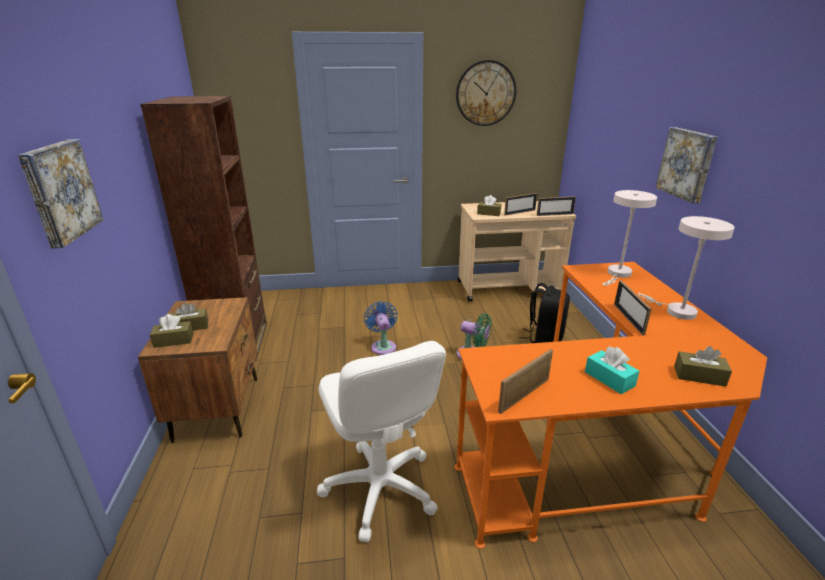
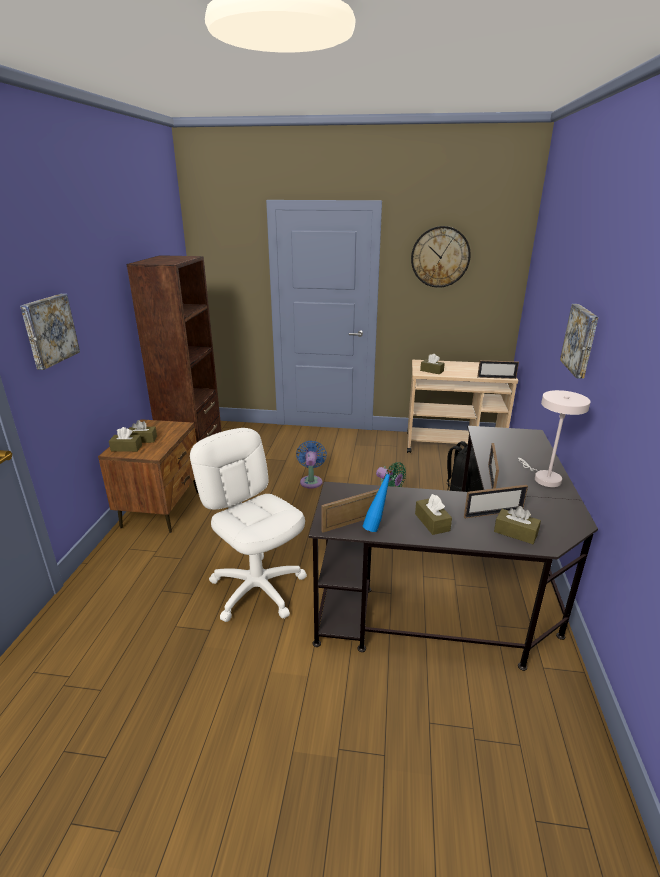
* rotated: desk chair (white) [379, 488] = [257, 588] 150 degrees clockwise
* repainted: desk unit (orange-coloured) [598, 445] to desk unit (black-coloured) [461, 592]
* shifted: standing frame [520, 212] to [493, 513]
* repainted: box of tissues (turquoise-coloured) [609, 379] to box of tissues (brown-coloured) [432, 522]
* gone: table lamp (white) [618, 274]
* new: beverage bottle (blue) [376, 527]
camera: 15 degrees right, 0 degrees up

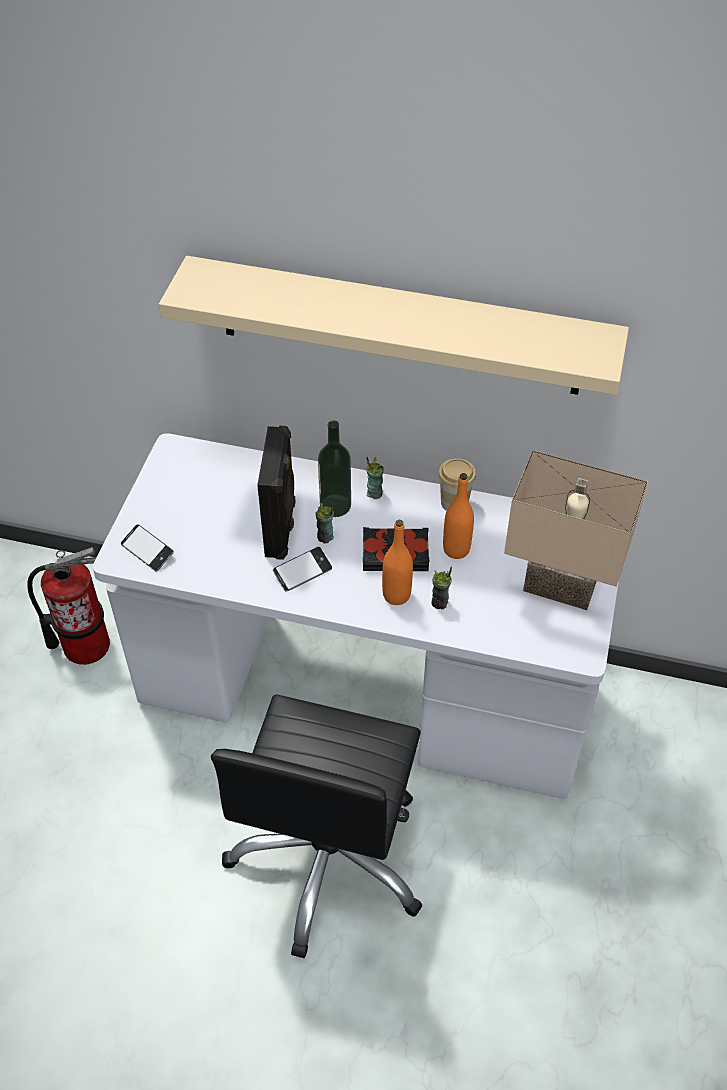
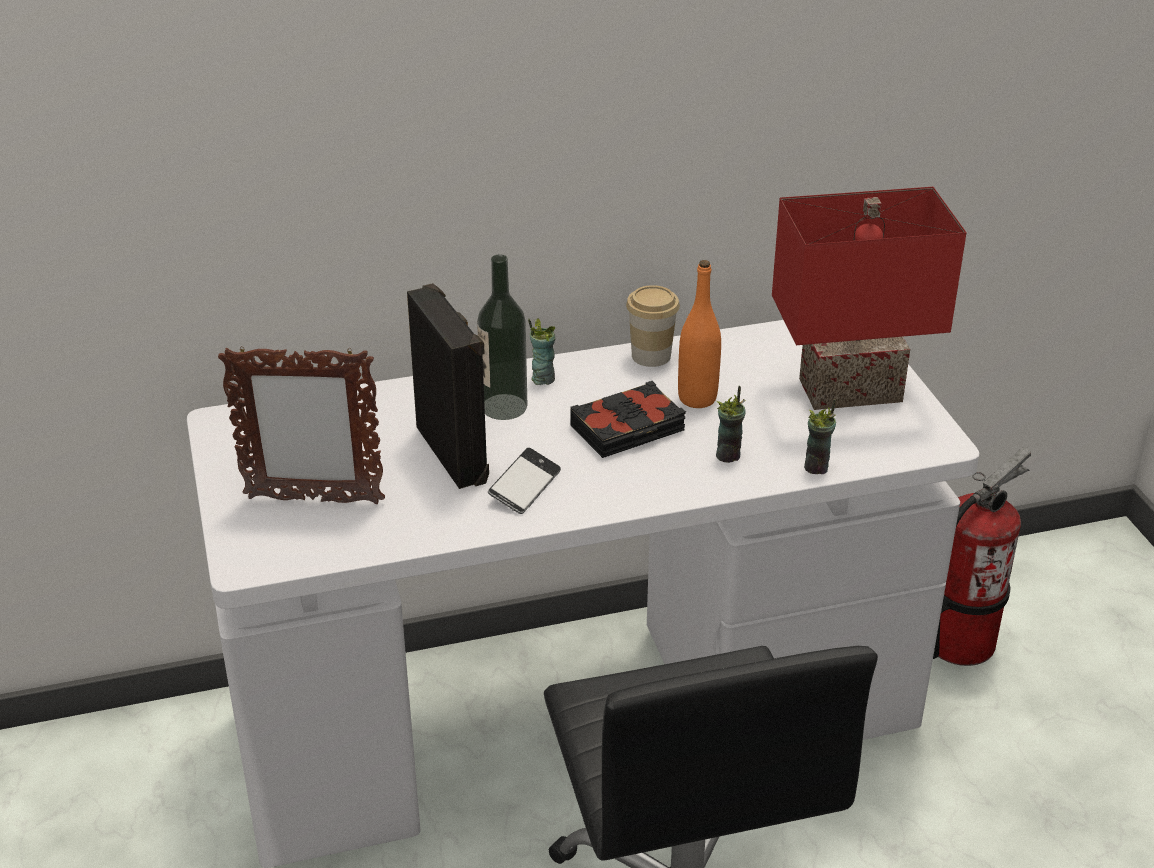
* shifted: fire extinguisher [86, 645] to [958, 642]
* gone: handset [147, 551]
* gone: wall shelf (beige-coloured) [399, 326]
* shifted: drinking cup [325, 537] to [817, 467]
* gone: beverage bottle (orange-coloured) [396, 595]
* repainted: table lamp (beige-coloured) [558, 588] to table lamp (reddish) [850, 393]
* new: standing frame [313, 500]
camera: 30 degrees left, 15 degrees down

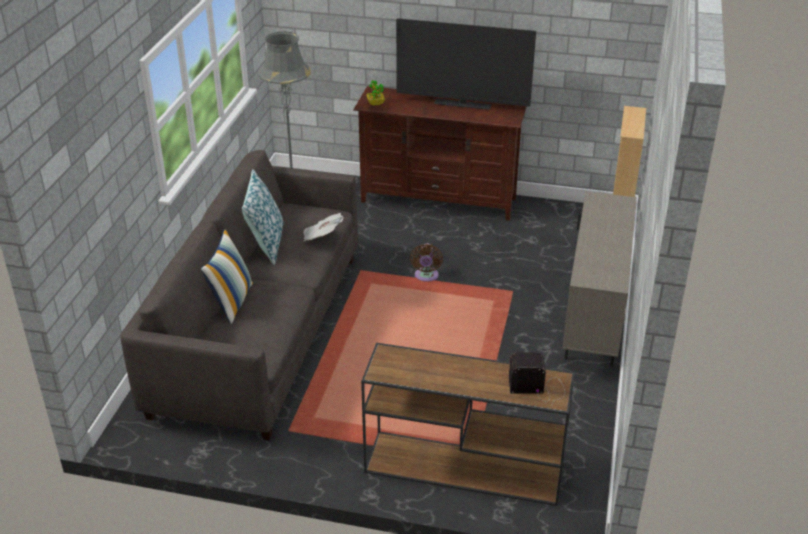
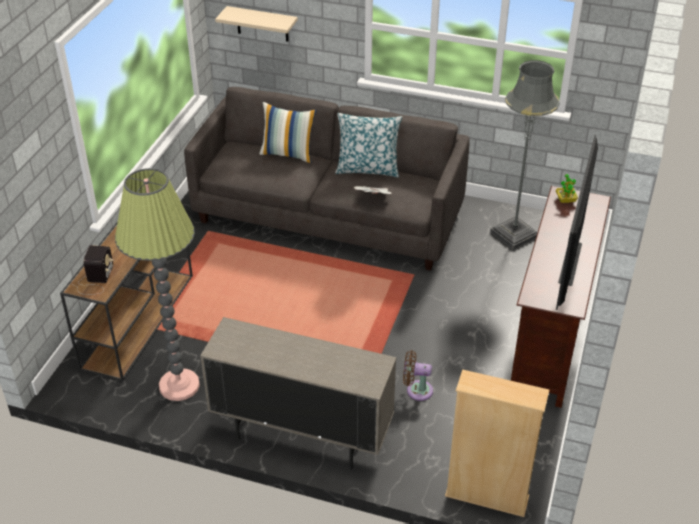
* shifted: cooling fan (brown-coloured) [426, 277] to [416, 390]
* new: standard lamp [179, 385]
* new: wall shelf (beige-coloured) [262, 24]
camera: 95 degrees right, 5 degrees up

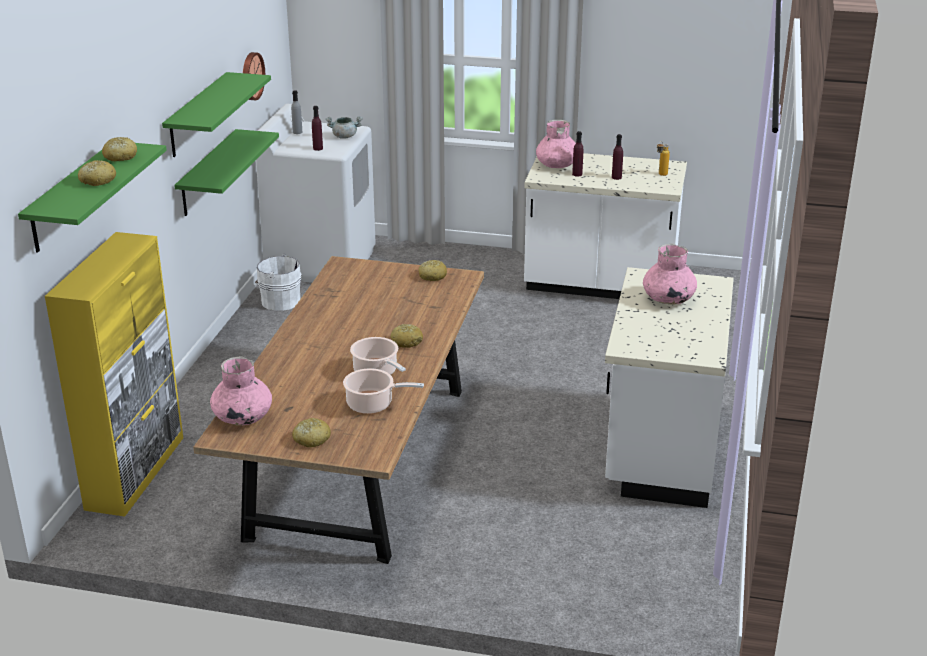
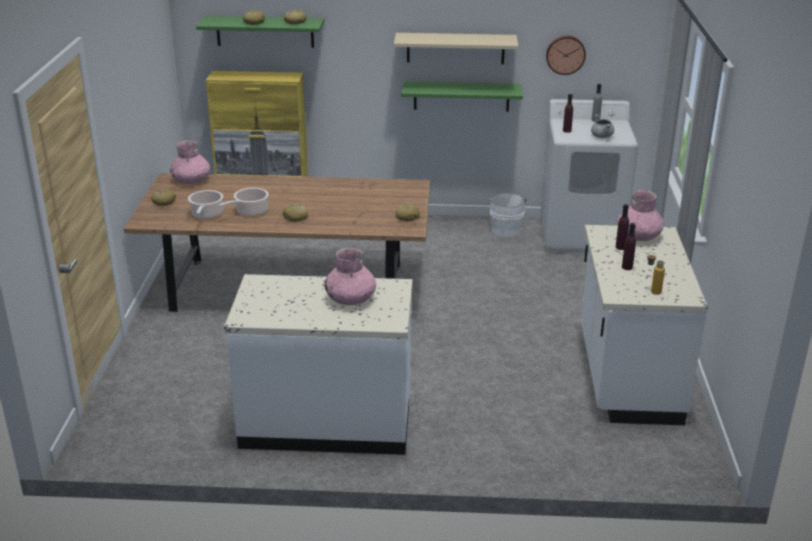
* repainted: wall shelf (greenish) [197, 115] to wall shelf (beige-coloured) [455, 48]
camera: 80 degrees right, 0 degrees up

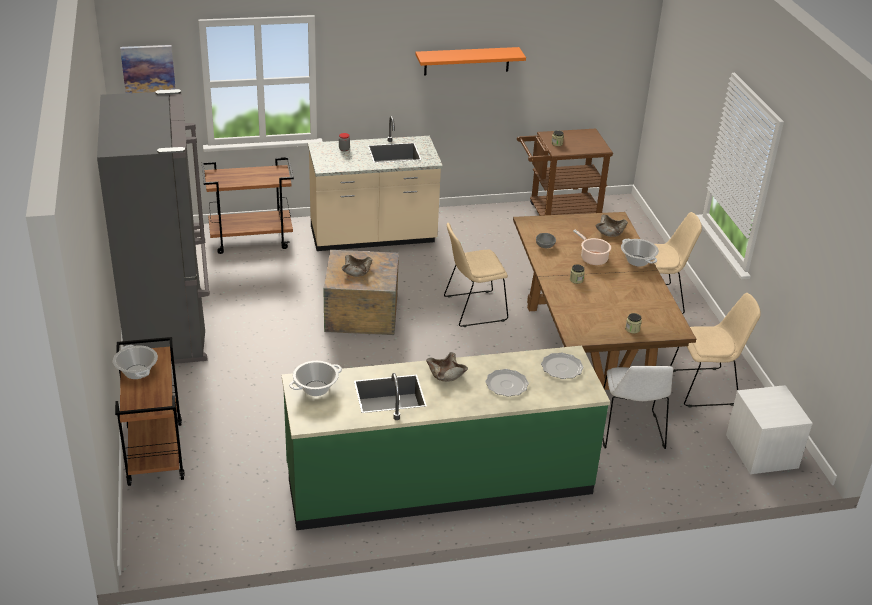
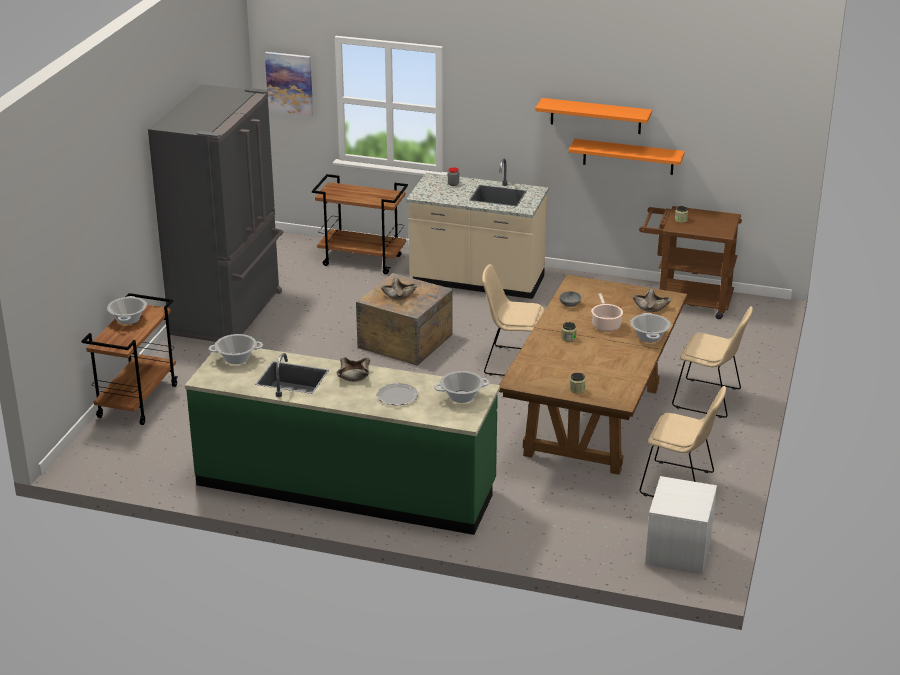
* swapped: plate [562, 367] to saucepot [461, 396]
* gone: plain chair (white) [630, 433]
* new: wall shelf (orange-coloured) [628, 157]
camera: 30 degrees right, 5 degrees down

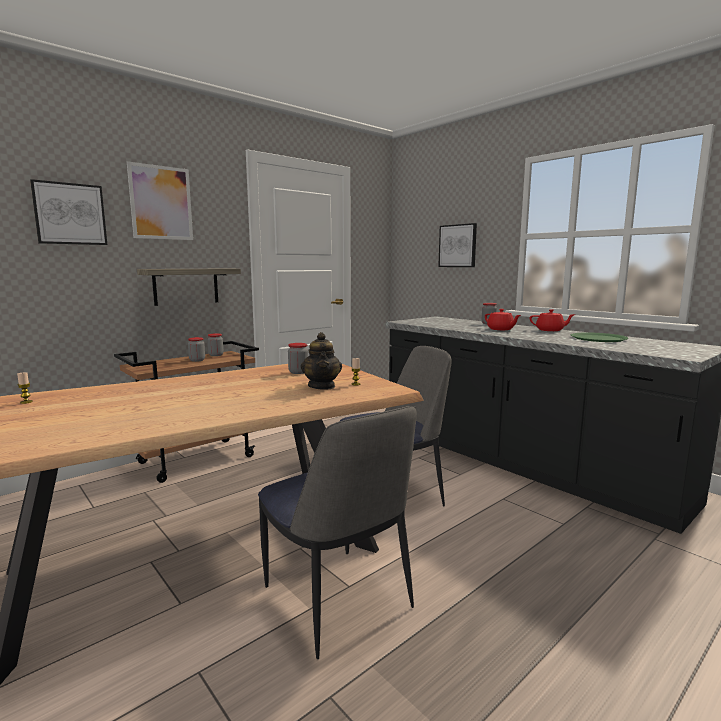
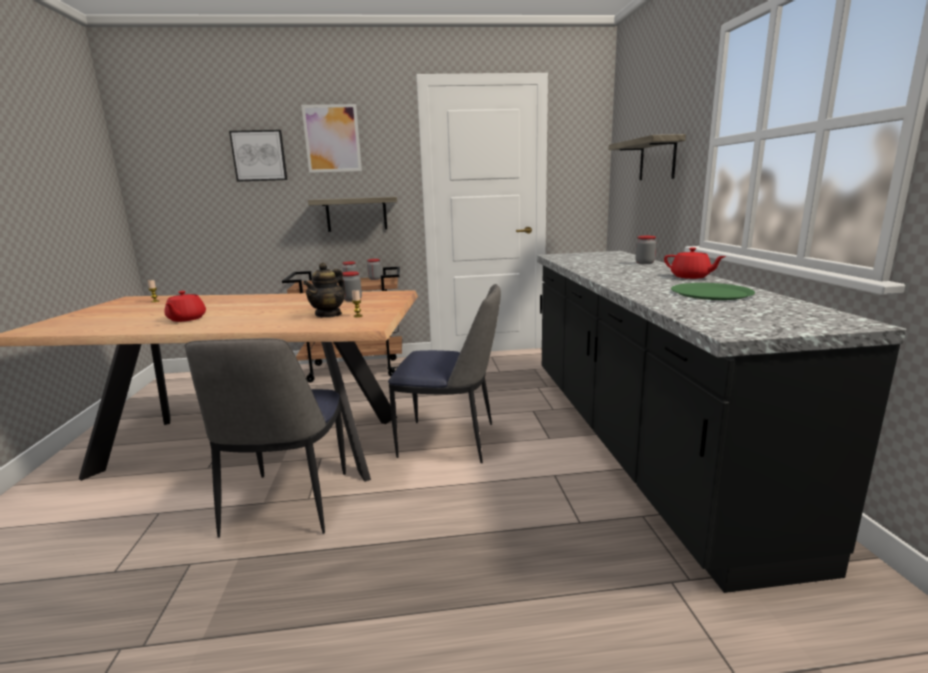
* swapped: picture [458, 246] to wall shelf [657, 159]
* shifted: tea pot (reddish) [500, 329] to [186, 319]
camera: 35 degrees right, 5 degrees up

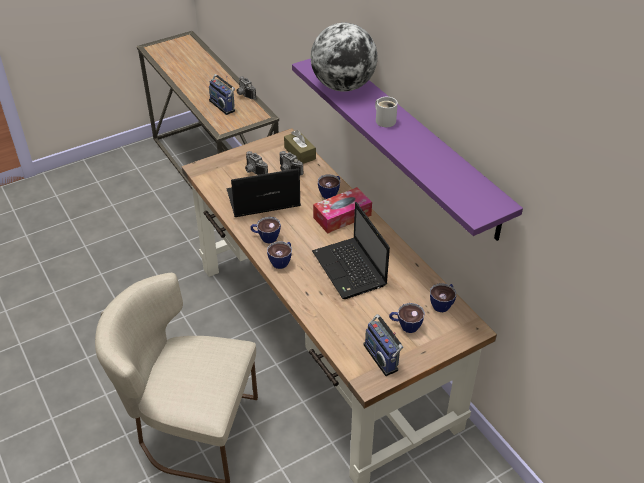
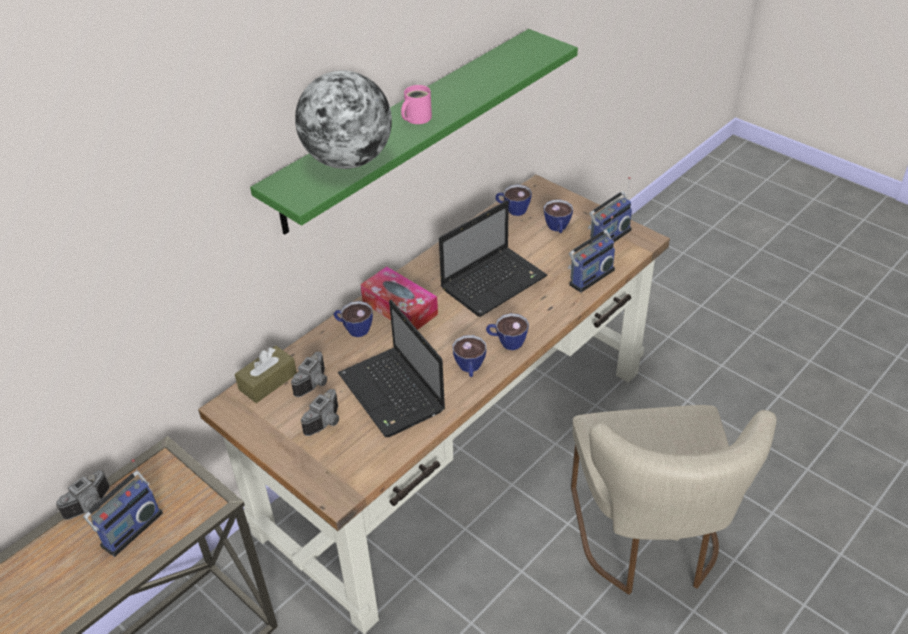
* repainted: wall shelf (purple) [415, 142] to wall shelf (greenish) [406, 128]
* repainted: mug (white) [385, 120] to mug (pinkish) [416, 118]
* new: radio receiver [589, 276]
camera: 105 degrees left, 0 degrees up

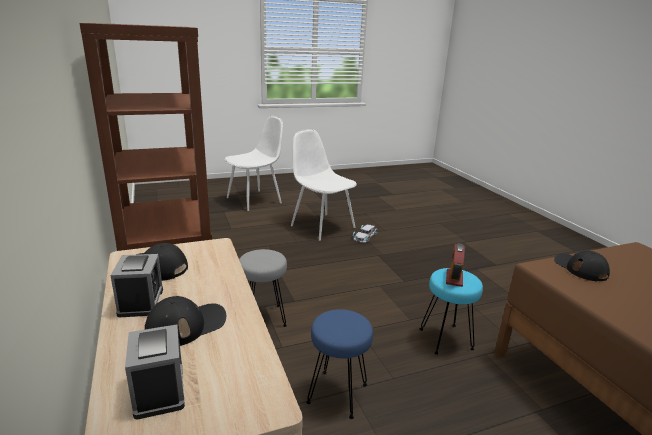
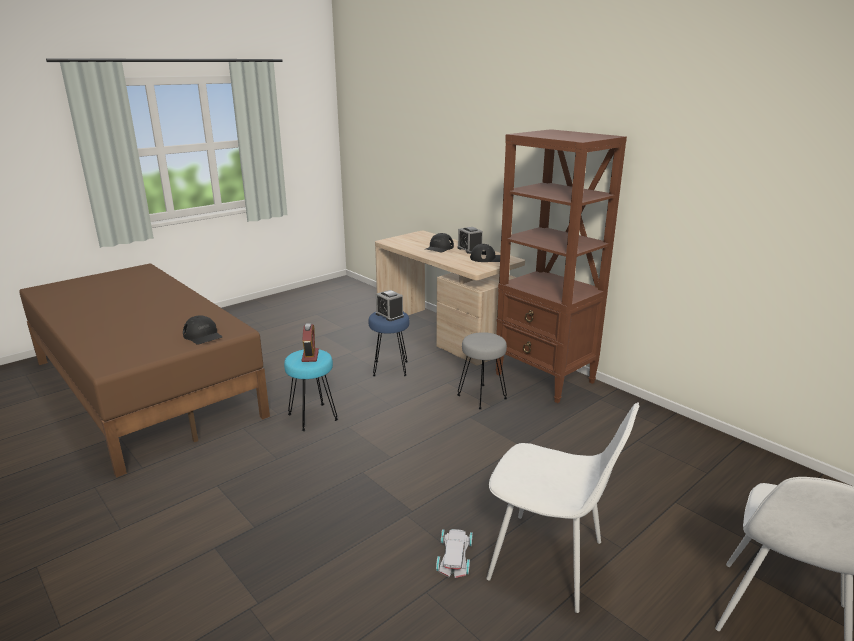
* shifted: alarm clock [159, 390] to [389, 315]
camera: 160 degrees right, 0 degrees up

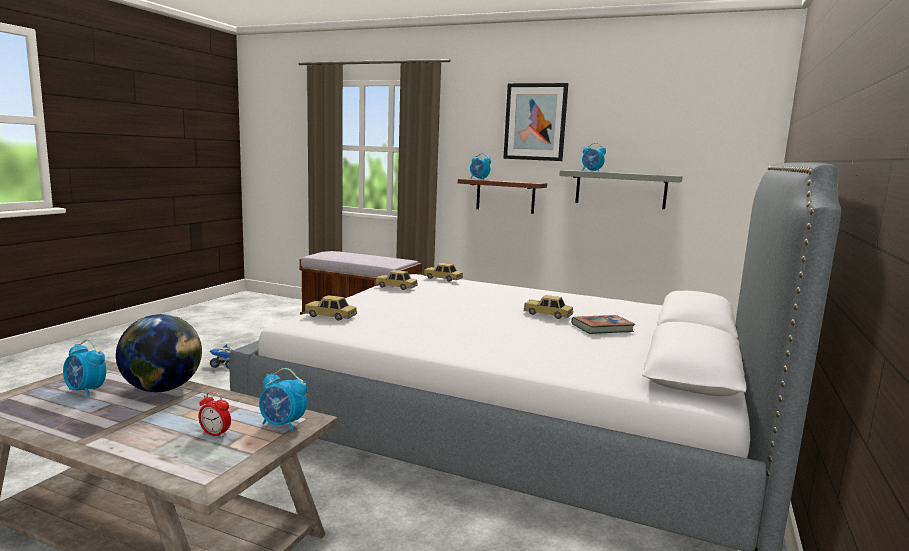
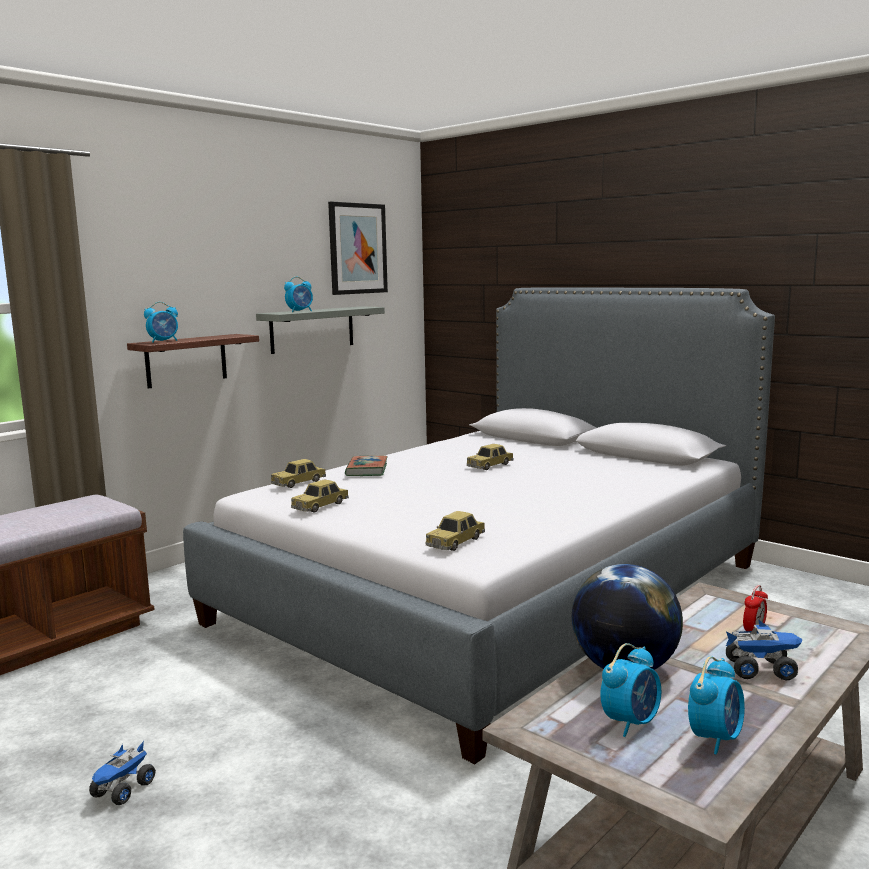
* shifted: alarm clock [283, 424] to [715, 738]
* shifted: picture [535, 122] to [357, 248]
* shifted: volume [602, 328] to [367, 470]
* new: toy truck [761, 670]
camera: 70 degrees left, 0 degrees up

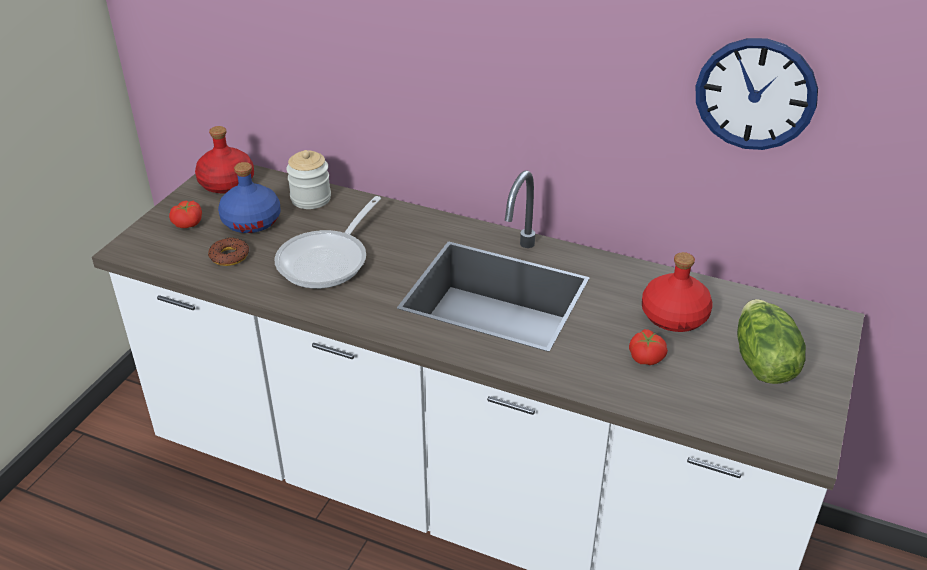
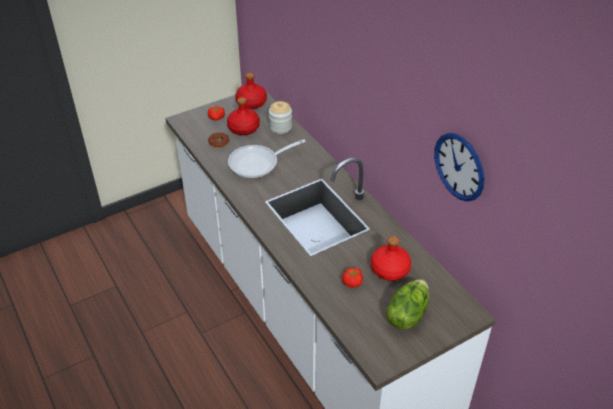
* repainted: beverage bottle (blue) [251, 221] to beverage bottle (reddish) [244, 128]
camera: 35 degrees right, 5 degrees up

